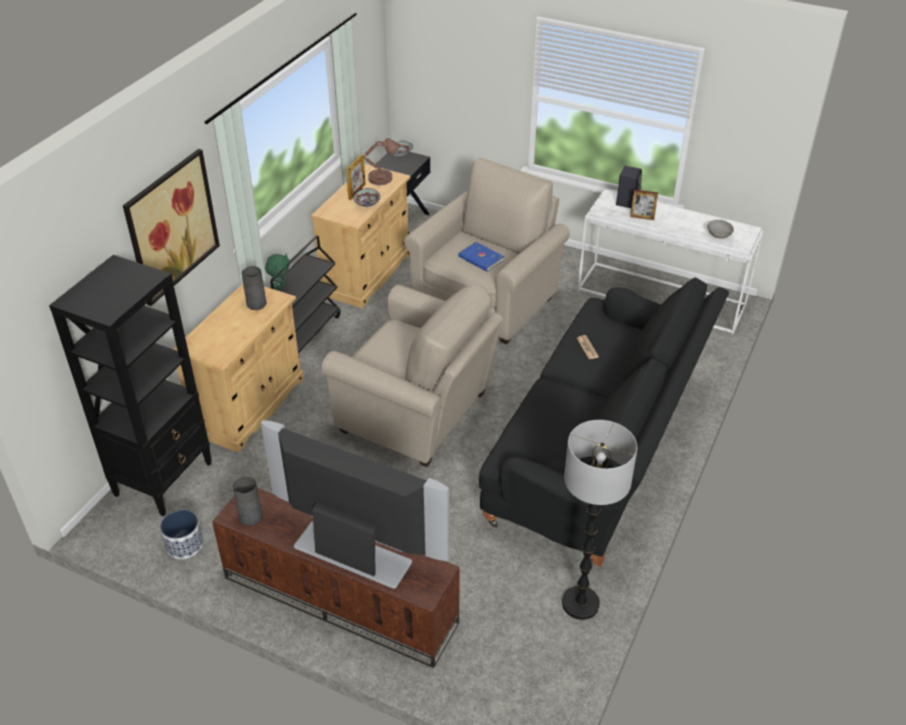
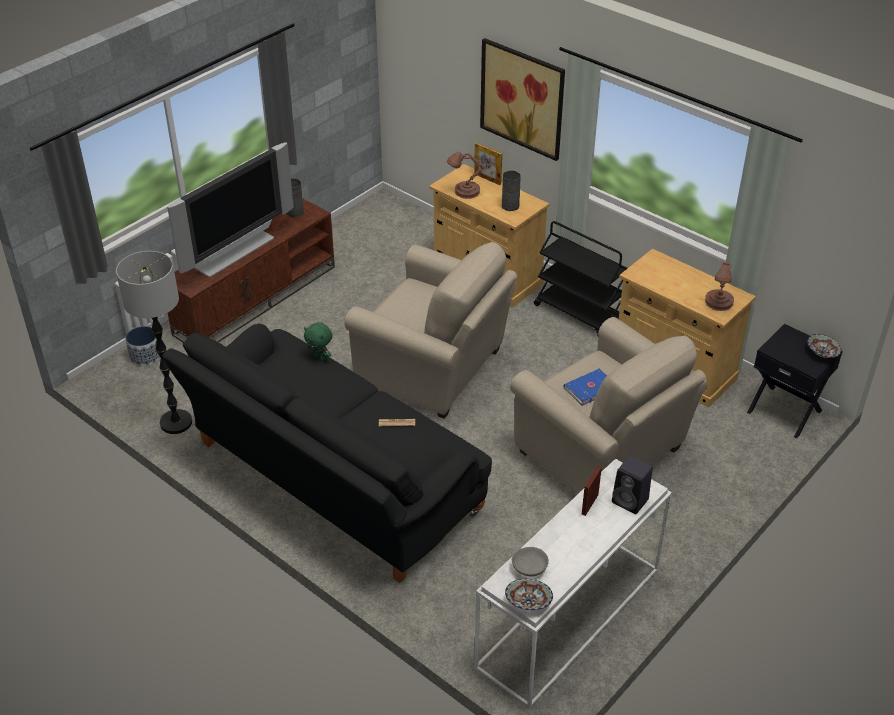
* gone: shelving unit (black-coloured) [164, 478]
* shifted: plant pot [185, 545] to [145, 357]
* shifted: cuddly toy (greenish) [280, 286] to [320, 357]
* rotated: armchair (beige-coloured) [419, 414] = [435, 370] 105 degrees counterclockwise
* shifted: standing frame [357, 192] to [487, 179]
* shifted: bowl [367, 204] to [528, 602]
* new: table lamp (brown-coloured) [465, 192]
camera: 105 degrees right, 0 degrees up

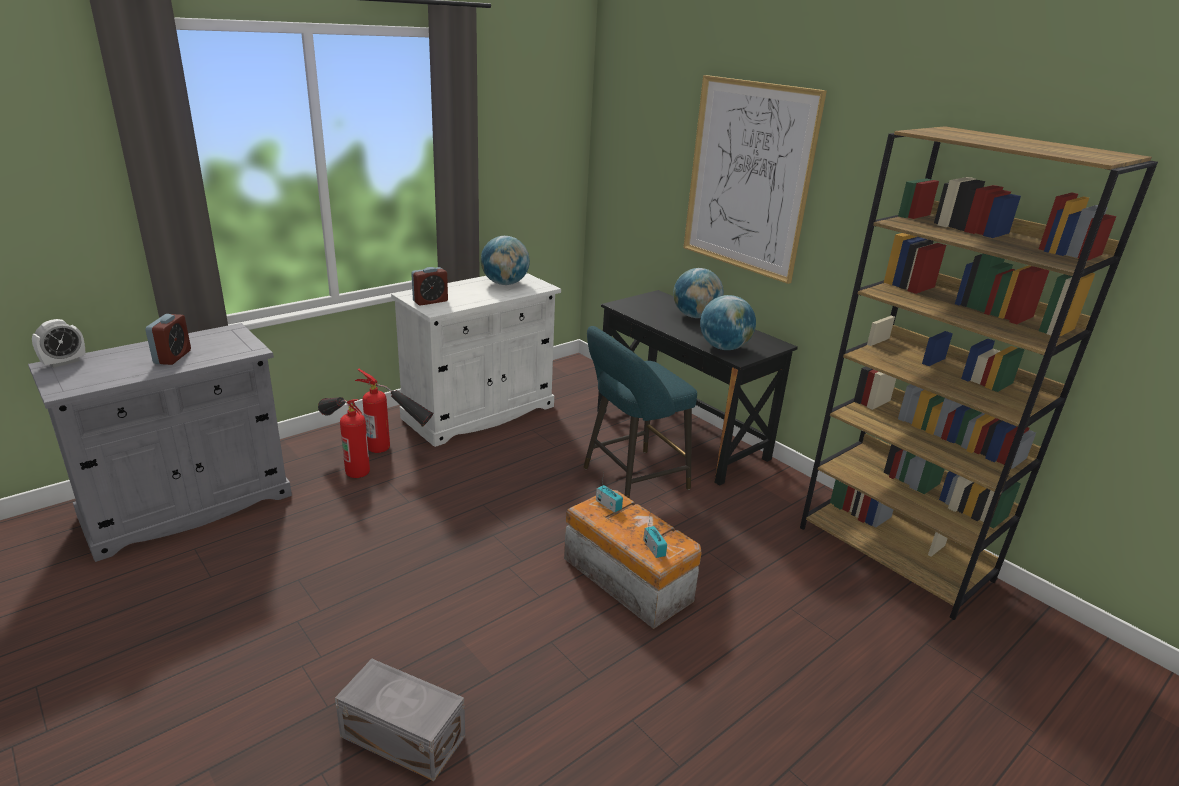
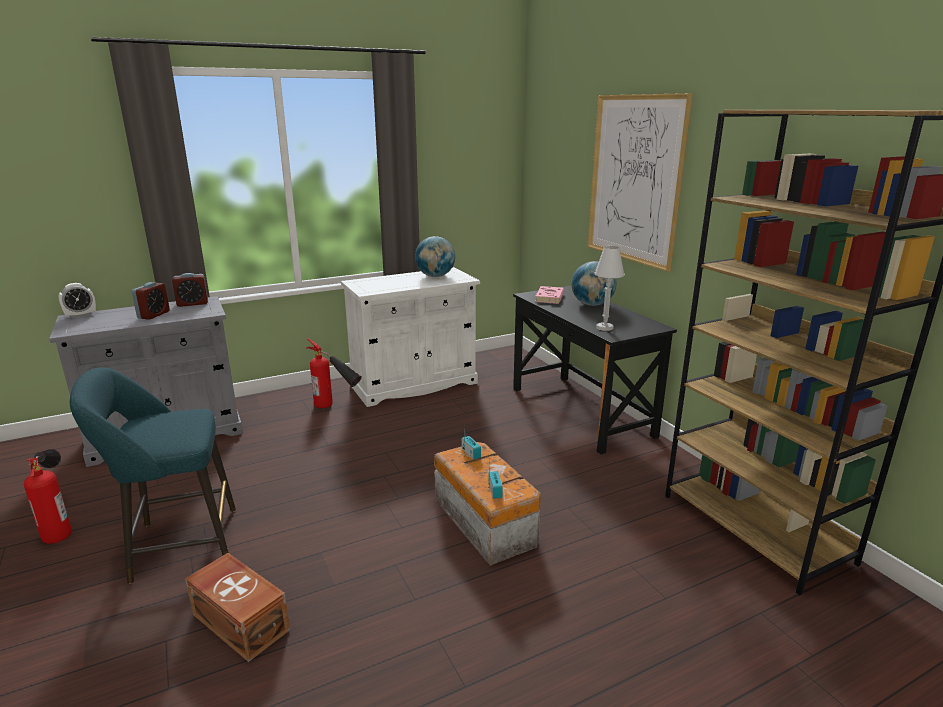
* shifted: fire extinguisher [347, 462] to [59, 522]
* repainted: storage container (grey) [402, 734] to storage container (brown-coloured) [241, 621]
* shifted: alarm clock [430, 301] to [192, 303]
* shifted: sitting stool (turquoise-coloured) [630, 480] to [178, 545]
* swapped: globe [724, 348] to table lamp (white) [604, 328]
* new: volume (pinkish) [549, 297]
camera: 15 degrees right, 5 degrees down

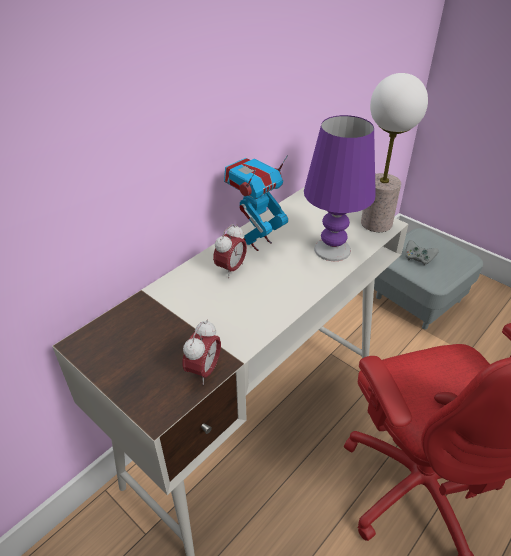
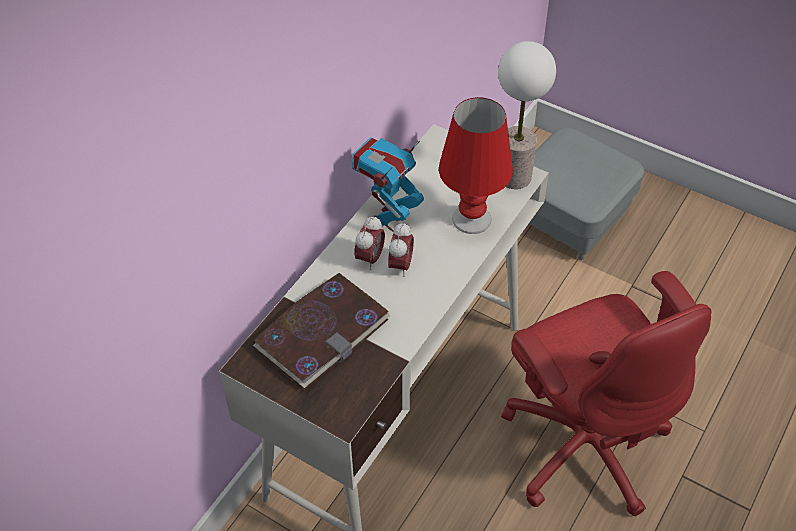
* shifted: alarm clock [204, 371] to [400, 265]
* repainted: table lamp (purple) [332, 249] to table lamp (reddish) [471, 219]
* gone: game controller (grey) [418, 259]
* new: volume [322, 333]
camera: 10 degrees left, 10 degrees up

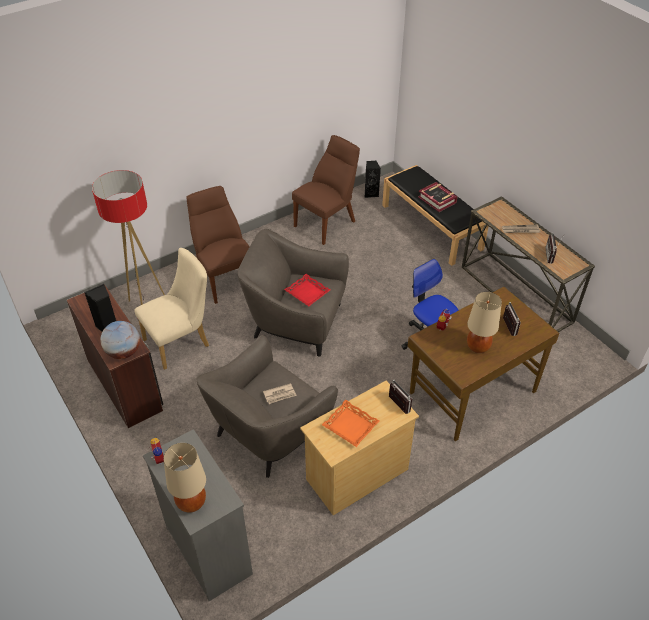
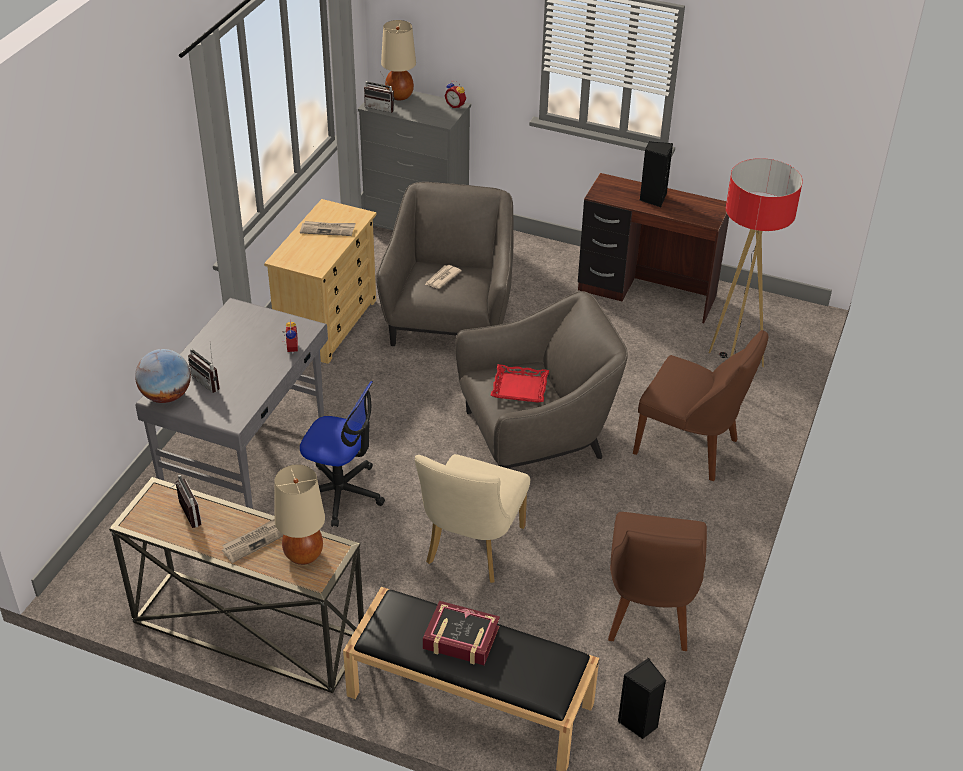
* shifted: globe [124, 352] to [166, 396]
* shifted: plain chair (beige-coloured) [181, 341] to [471, 550]
* swapped: tray (orange-coloured) [350, 426] to daily paper [328, 230]
* shifted: radio receiver [396, 405] to [381, 107]
* repainted: desk unit (brown-coloured) [471, 391] to desk unit (grey) [246, 454]
* shifted: table lamp (beige-coloured) [477, 347] to [303, 554]
camera: 145 degrees right, 5 degrees down

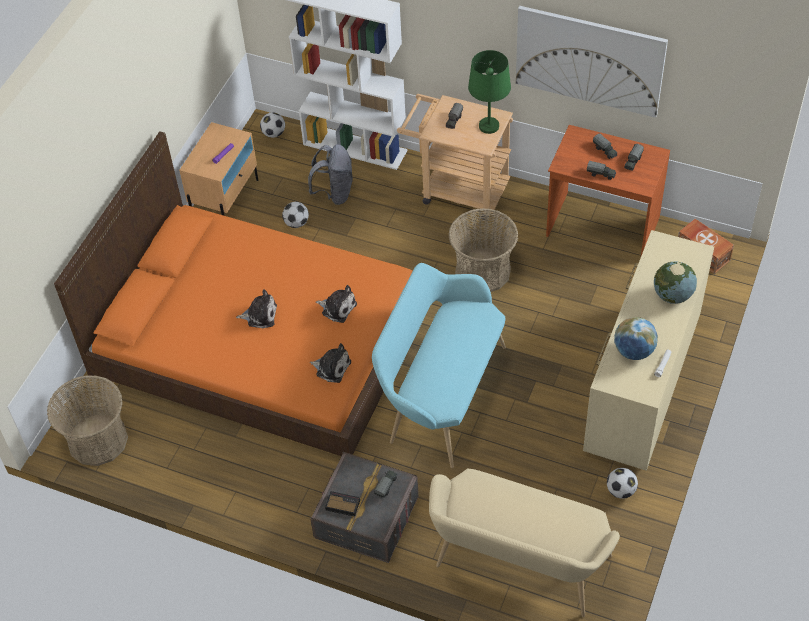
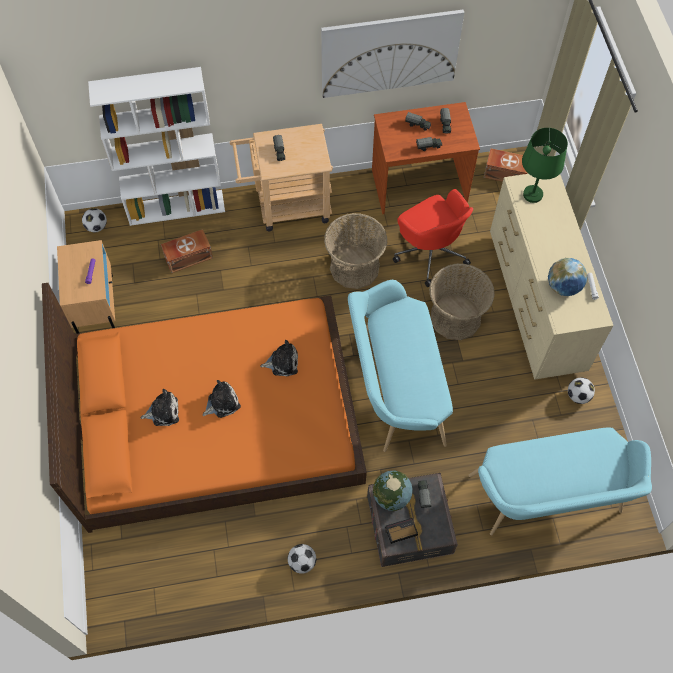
* shifted: household basket [97, 440] to [455, 317]
* shifted: football [296, 223] to [302, 562]
* swapped: rucksack (grey) [334, 193] to storage container (brown-coloured) [187, 256]
* shifted: cuddly toy [331, 367] to [163, 411]
* repainted: indoor bench (beige-coloured) [518, 566] to indoor bench (turquoise-coloured) [548, 499]
* shifted: table lamp (greenish) [489, 126] to [533, 195]
* shifted: globe [672, 295] to [391, 497]
* new: desk chair (reddish) [430, 252]
camera: 35 degrees left, 10 degrees up

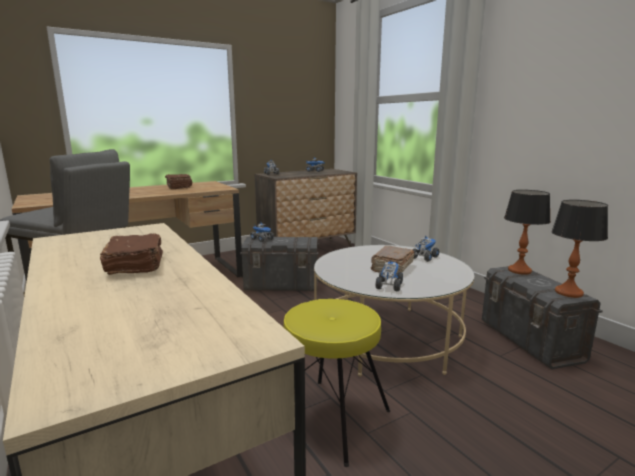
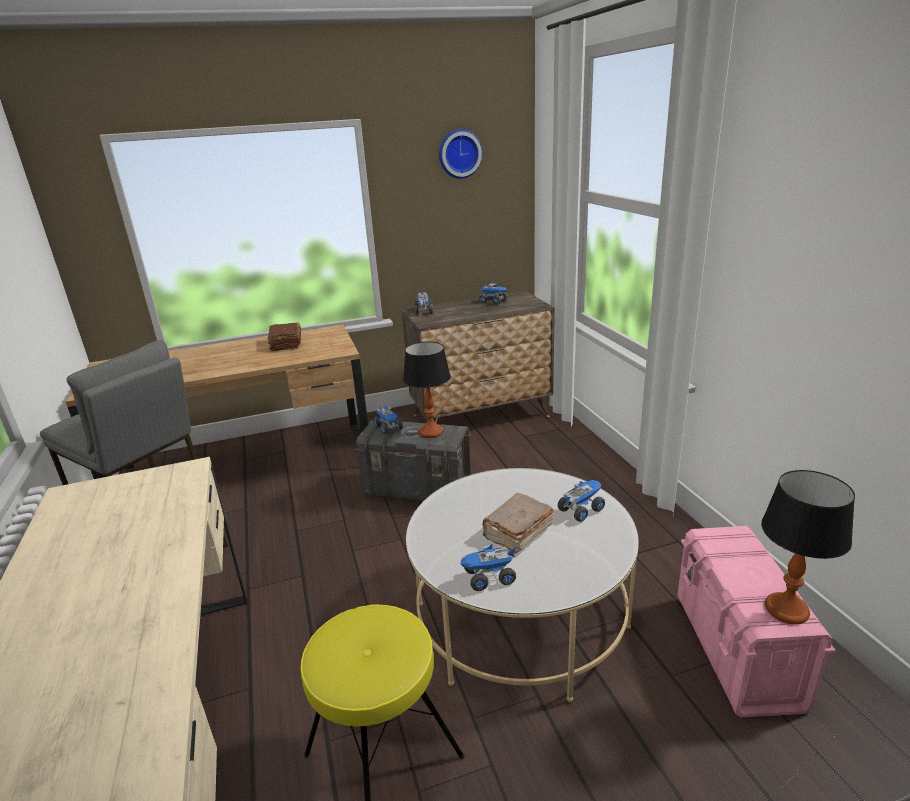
* gone: volume (brown-coloured) [136, 266]
* rotated: toy truck [389, 286] = [489, 578] 135 degrees counterclockwise
* repainted: storage container (grey) [530, 340] to storage container (pinkish) [736, 650]
* shifted: table lamp [520, 271] to [431, 432]
* new: clock on the wall [459, 154]
camera: 15 degrees right, 10 degrees up

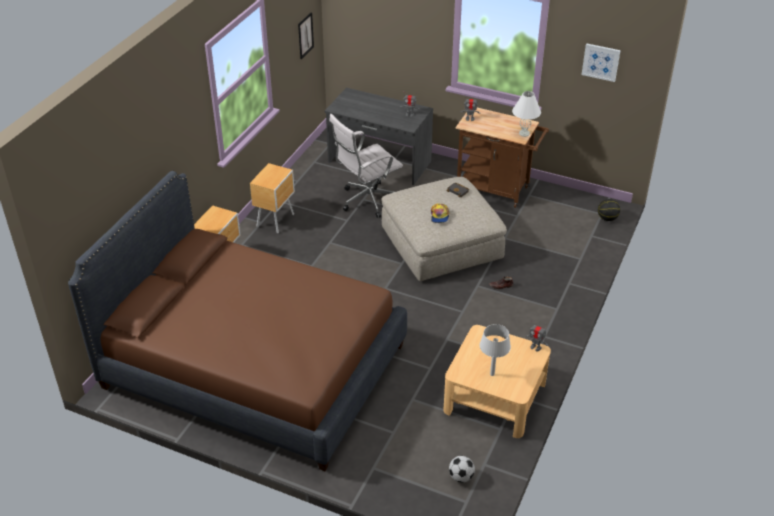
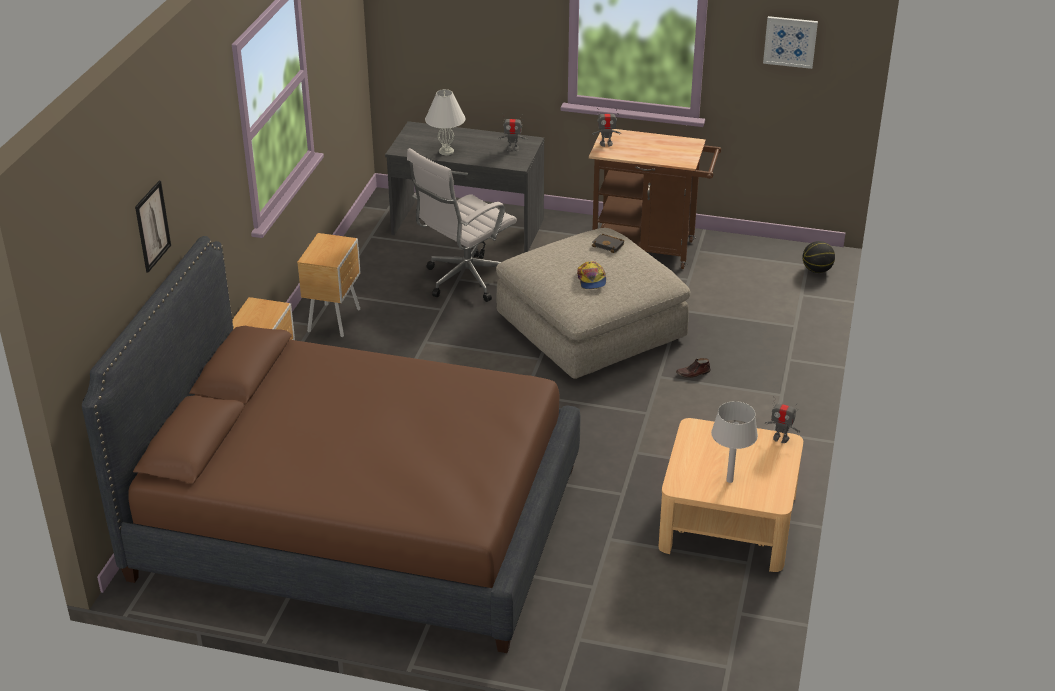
* shifted: picture [305, 35] to [152, 226]
* gone: football [461, 477]
* shifted: table lamp (white) [524, 133] to [446, 151]
camera: 10 degrees left, 5 degrees down

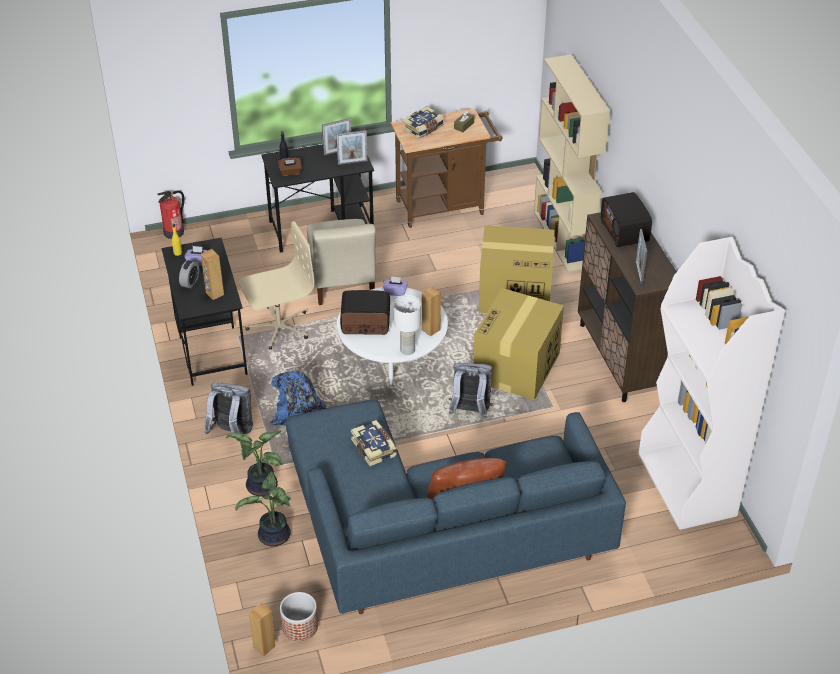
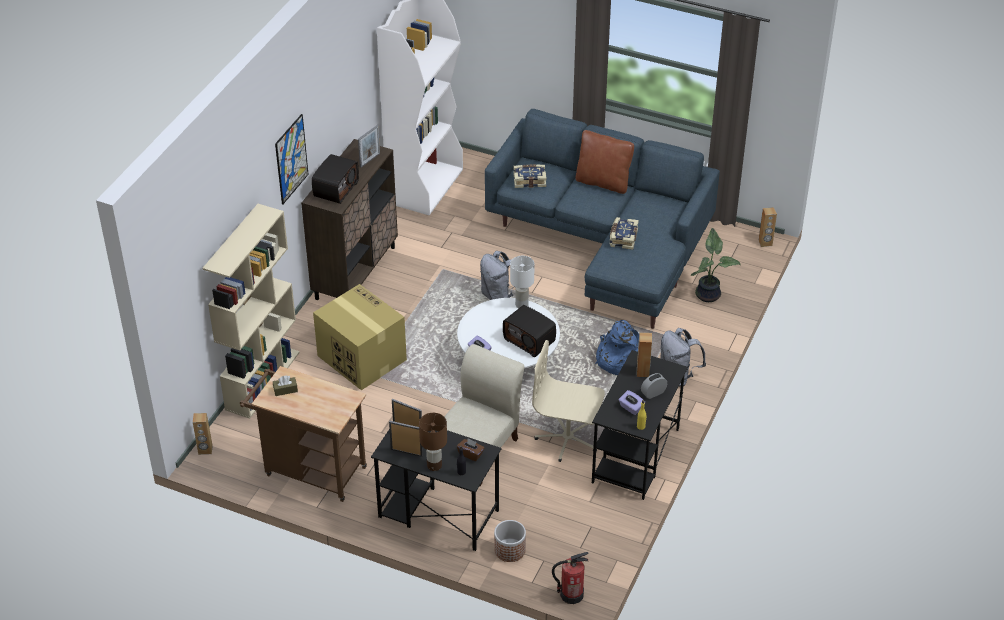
* gone: houseplant [260, 487]
* shifted: plant pot [299, 626] to [510, 550]
* shifted: volume [423, 128] to [529, 180]
* shifted: speaker (brown-coloured) [430, 329] to [205, 450]
* gone: packing box [516, 368]
* new: picture [291, 159]
* new: table lamp (brown-coloured) [434, 466]
camera: 140 degrees left, 0 degrees up

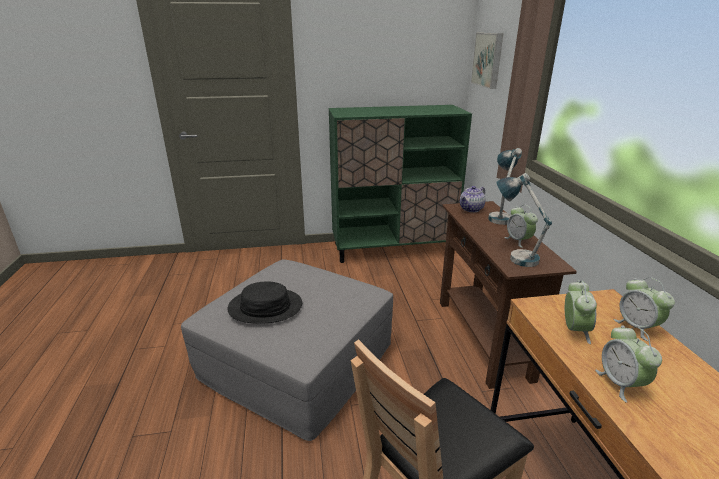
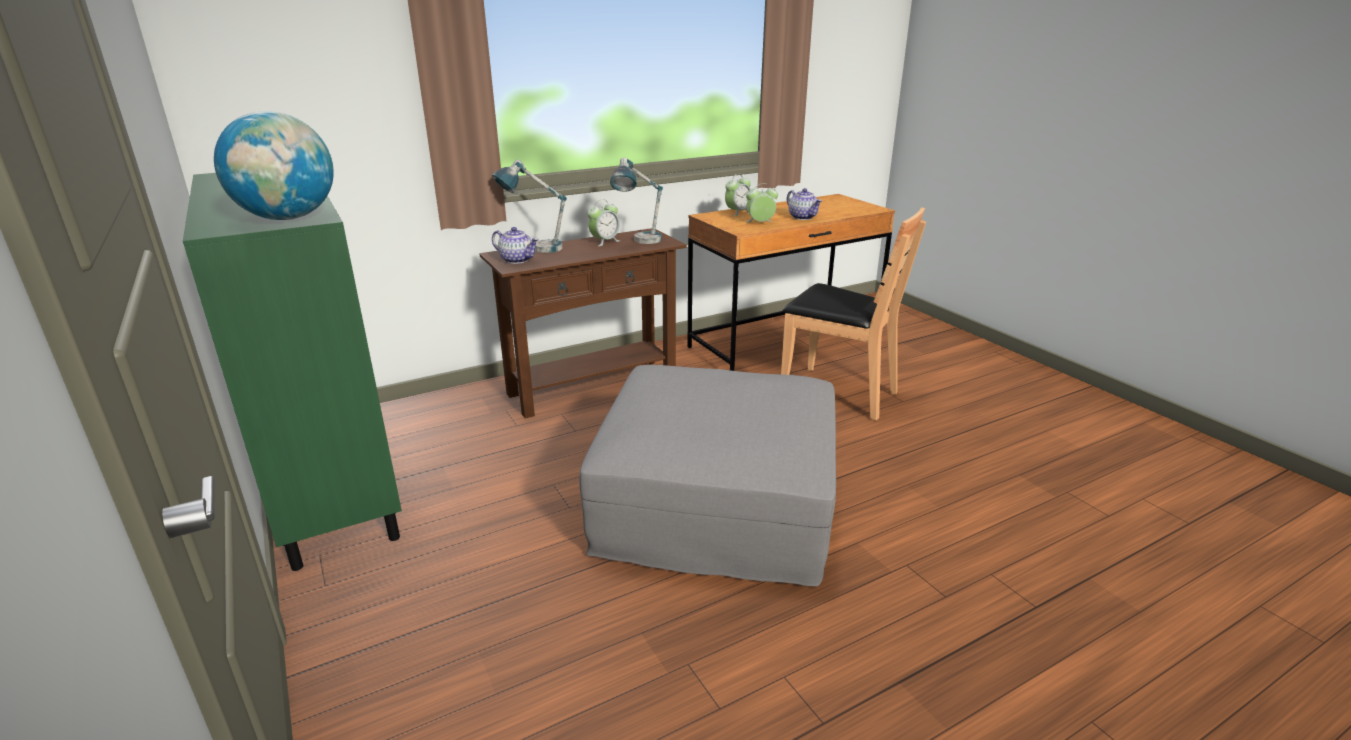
* gone: wearable hat (black-coloured) [265, 307]
* gone: picture [488, 60]
* swapped: alarm clock [620, 383] to tea pot [803, 217]
* new: globe [288, 218]
camera: 110 degrees left, 0 degrees up

